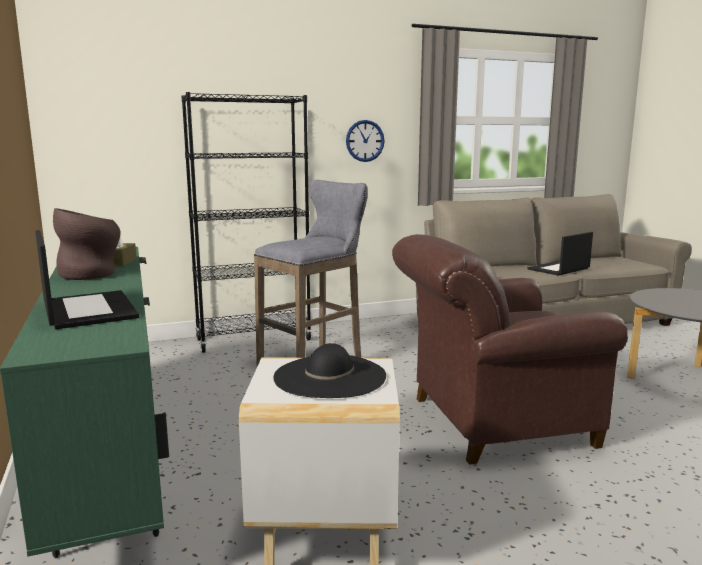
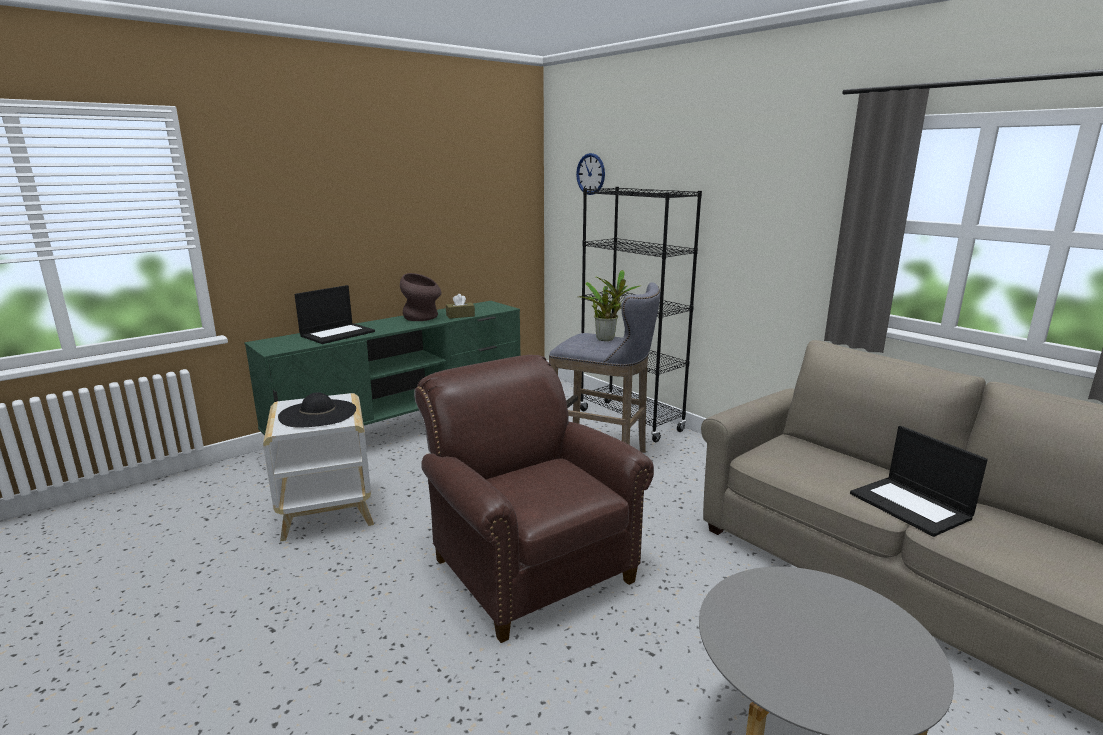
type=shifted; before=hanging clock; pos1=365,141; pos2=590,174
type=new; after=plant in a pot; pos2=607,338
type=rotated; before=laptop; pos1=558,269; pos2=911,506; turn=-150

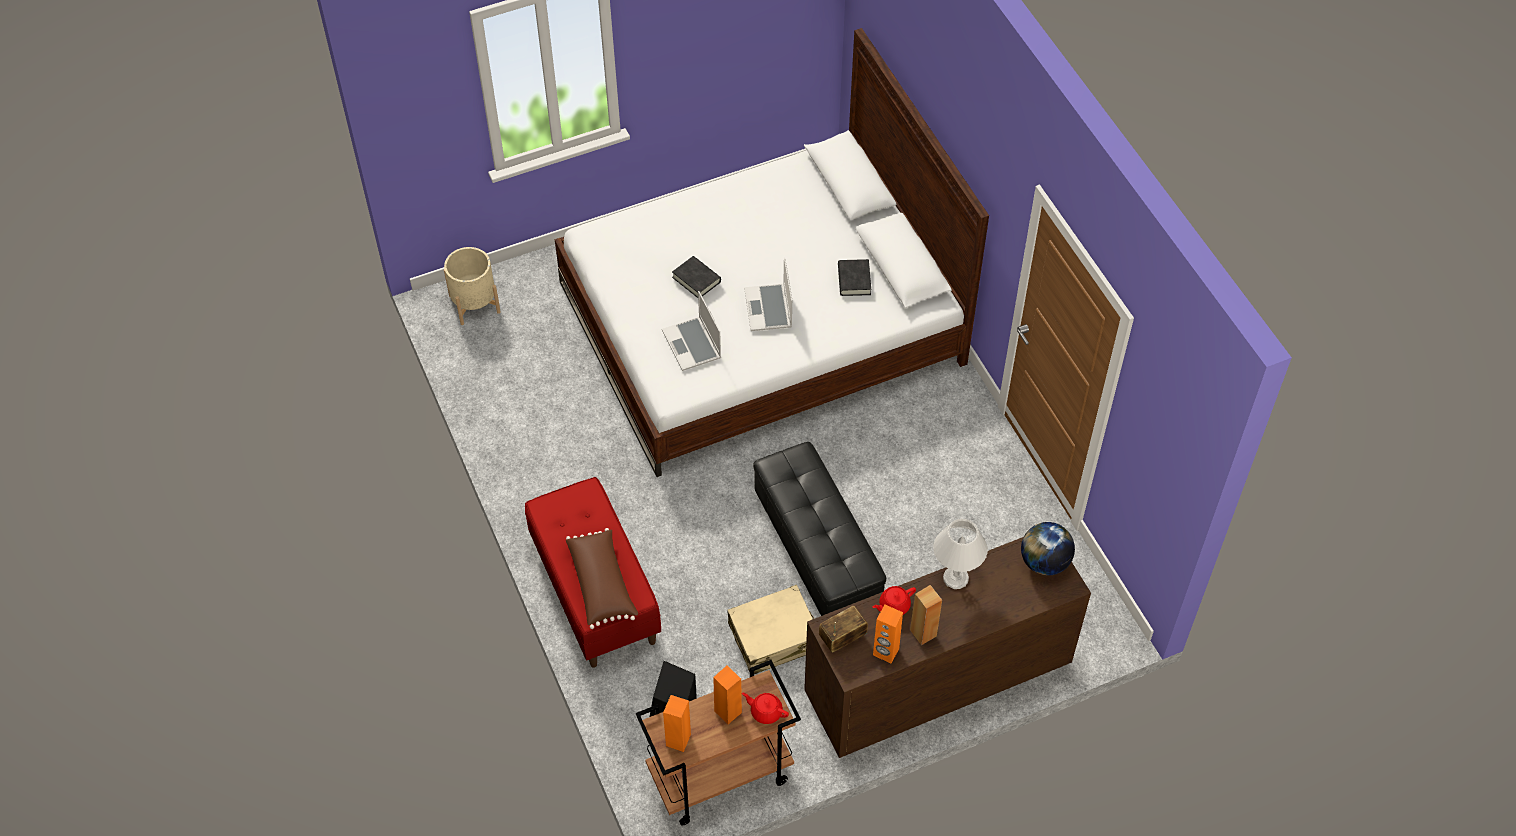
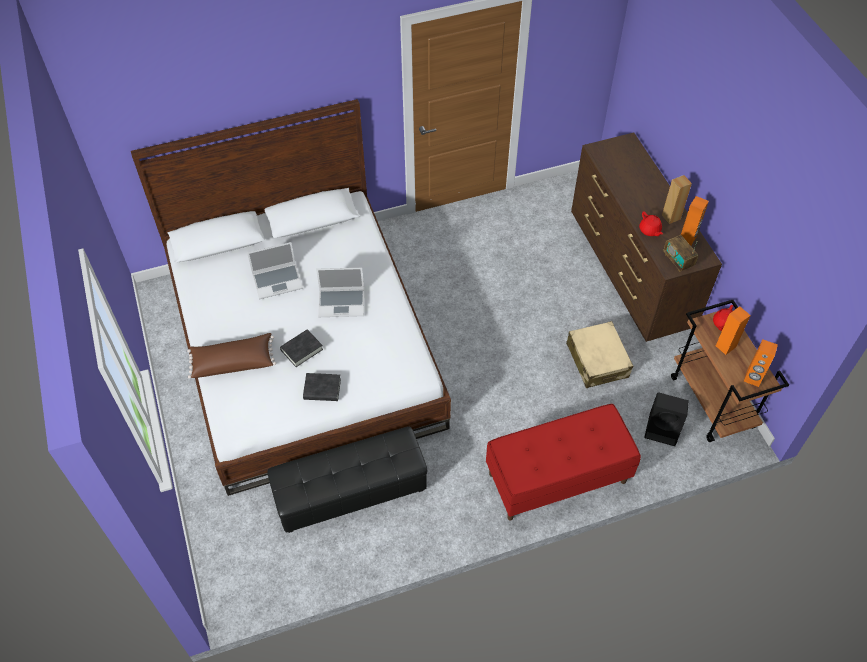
type=shifted; before=pillow (brown-coloured); pos1=602,584; pos2=233,361
type=shifted; before=laptop; pos1=693,345; pos2=278,281
type=shifted; before=footrest (black-coloured); pos1=818,550; pos2=351,490
type=shifted; before=volume (black-coloured); pos1=854,280; pos2=322,389
type=gone; before=plant pot (sand-coloured); pos1=474,304
type=gone; before=tabletop lamp (whitish); pos1=955,579
type=gone; before=desk globe; pos1=1044,562

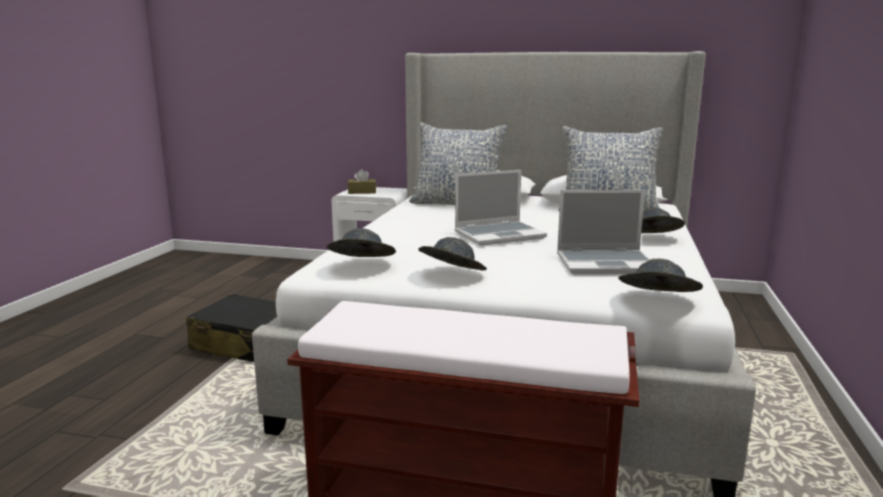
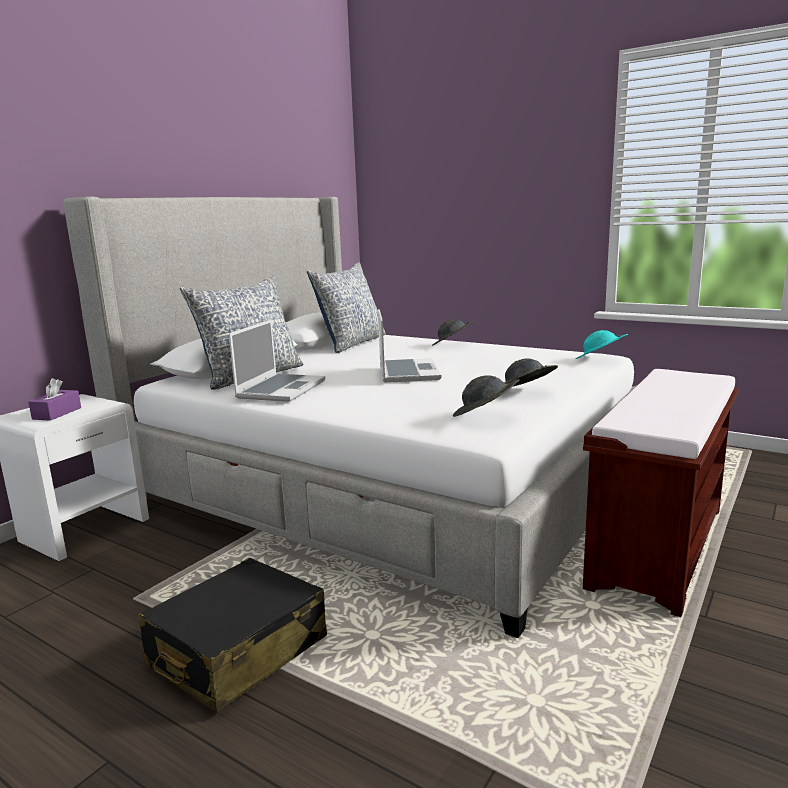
type=repainted; before=tissue holder (brown-coloured); after=tissue holder (purplish); pos1=362,192; pos2=57,413
type=shifted; before=laptop; pos1=606,264; pos2=281,389
type=repainted; before=wearable hat (greyish); after=wearable hat (turquoise); pos1=657,301; pos2=600,360

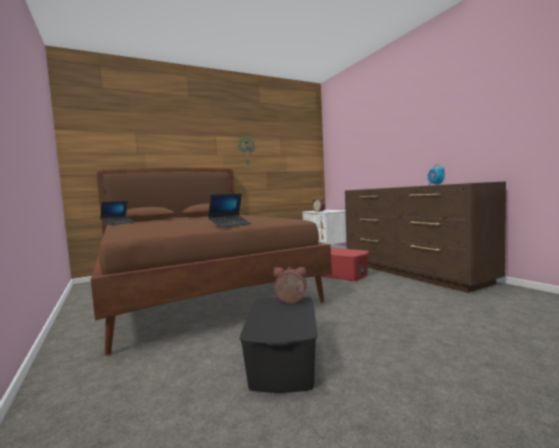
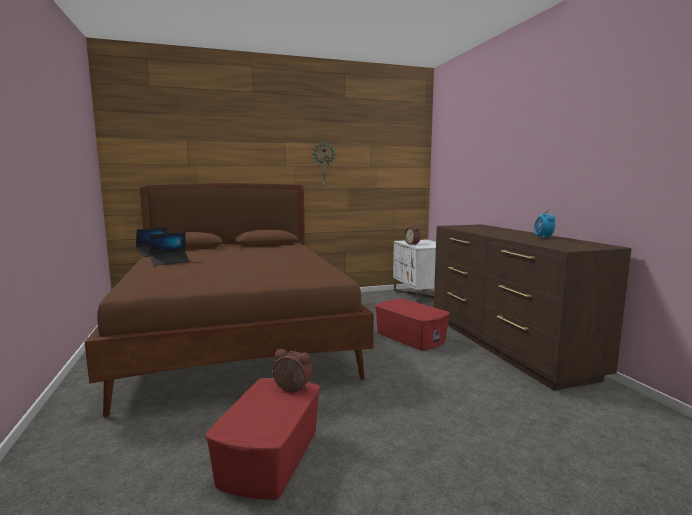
type=shifted; before=laptop; pos1=230,225; pos2=170,262
type=repainted; before=storage container (black-coloured); after=storage container (reddish); pos1=282,361; pos2=269,456

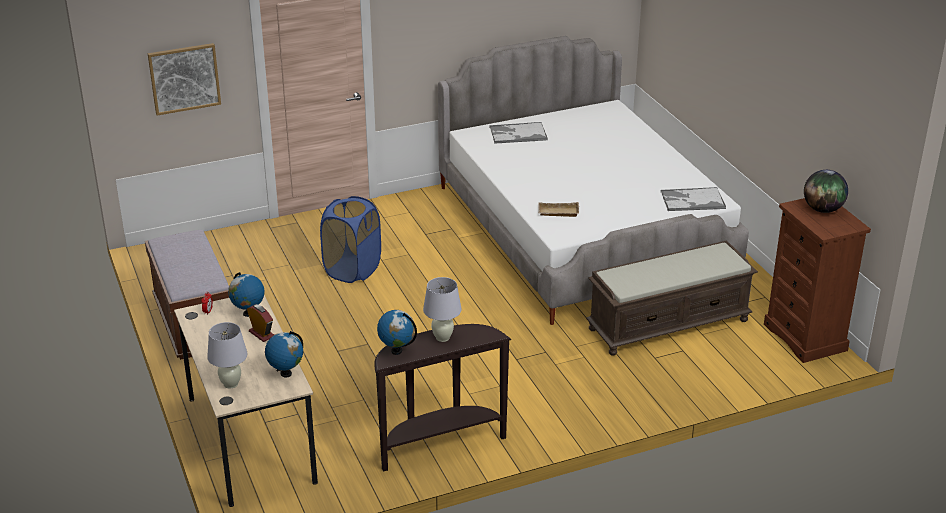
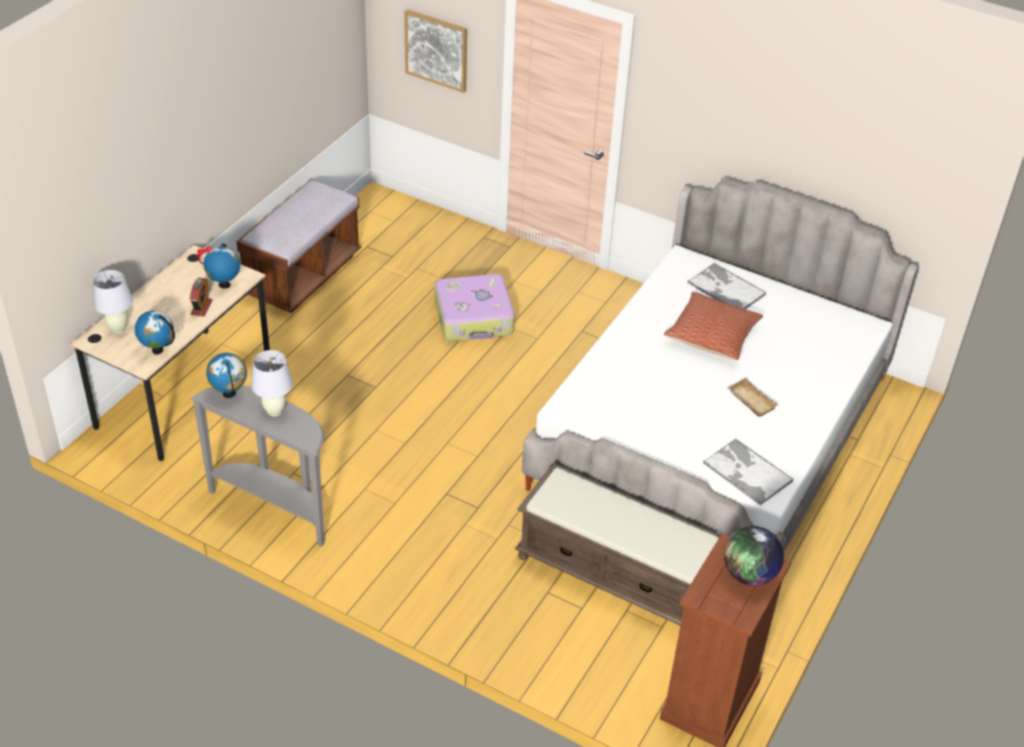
type=repainted; before=console table (brown-coloured); after=console table (greyish); pos1=439,444; pos2=275,507
type=swapped; before=laundry basket (bluish); after=suitcase; pos1=352,270; pos2=474,318
type=new; after=pillow; pos2=712,335
type=shifted; before=carrying tray (sand-coloured); pos1=557,213; pos2=750,401

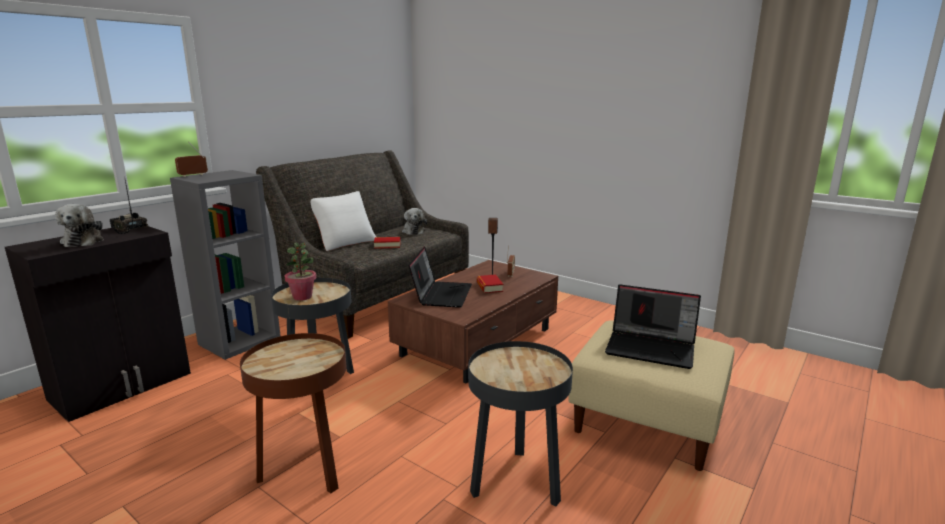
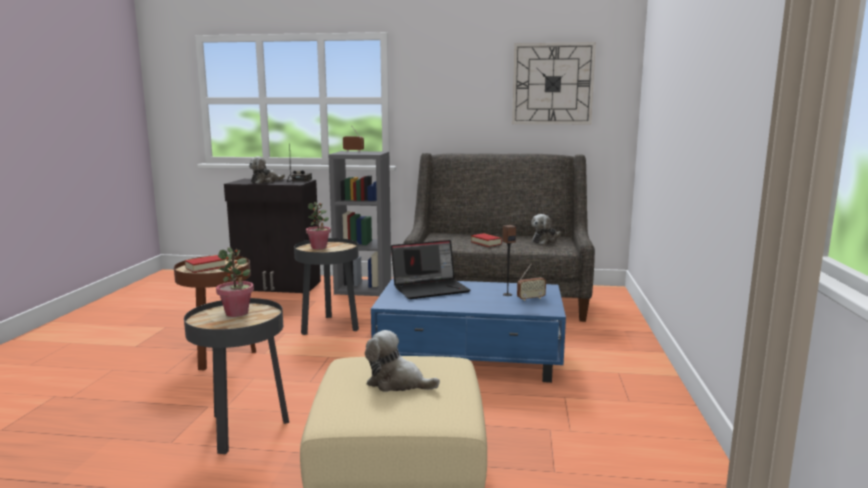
type=shifted; before=volume; pos1=489,287; pos2=205,267
type=new; after=plant in a pot; pos2=237,313
type=swapped; before=laptop; after=cuddly toy; pos1=652,348; pos2=397,383
type=repainted; before=coffee table (brown-coloured); after=coffee table (bluish); pos1=479,341; pos2=471,358
type=new; after=hanging clock; pos2=552,84
type=gone; before=pillow (whitish); pos1=345,242

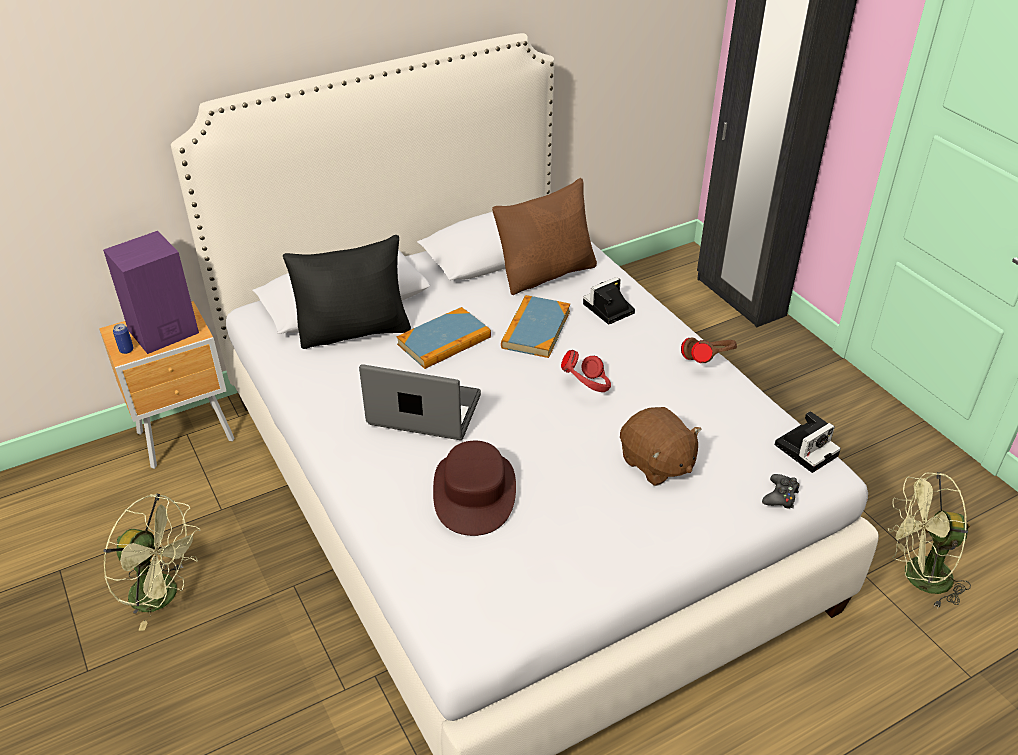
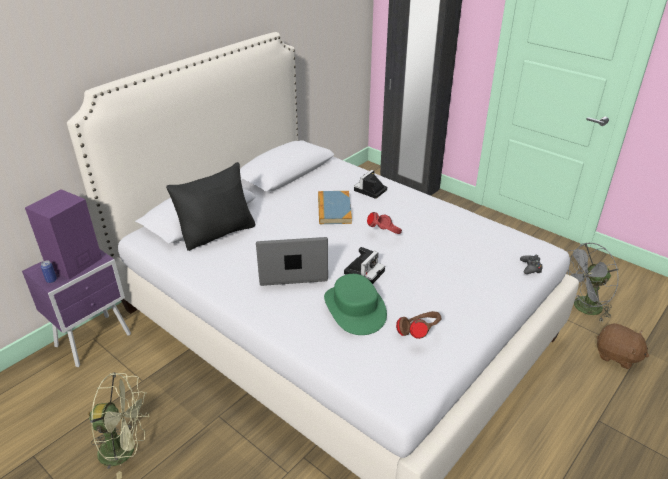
type=repainted; before=night table (brown-coloured); after=night table (purplish); pos1=188,437; pos2=95,340
type=repainted; before=wearable hat (brown-coloured); after=wearable hat (green); pos1=474,492; pos2=355,308
type=shifted; before=still camera; pos1=807,449; pos2=364,271
type=shifted; before=headphones (brown-coloured); pos1=708,362; pos2=419,333
type=repainted; before=electric fan (green); after=electric fan (greyish); pos1=917,577; pos2=583,308
type=shifted; before=cuddly toy (brown-coloured); pos1=656,464; pos2=617,356
type=gone; before=volume; pos1=444,341
type=gone; before=pillow (brown-coloured); pos1=547,273

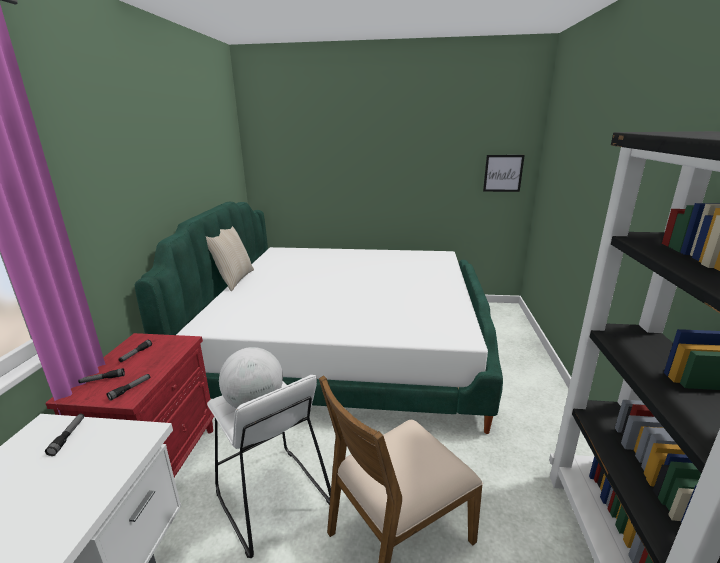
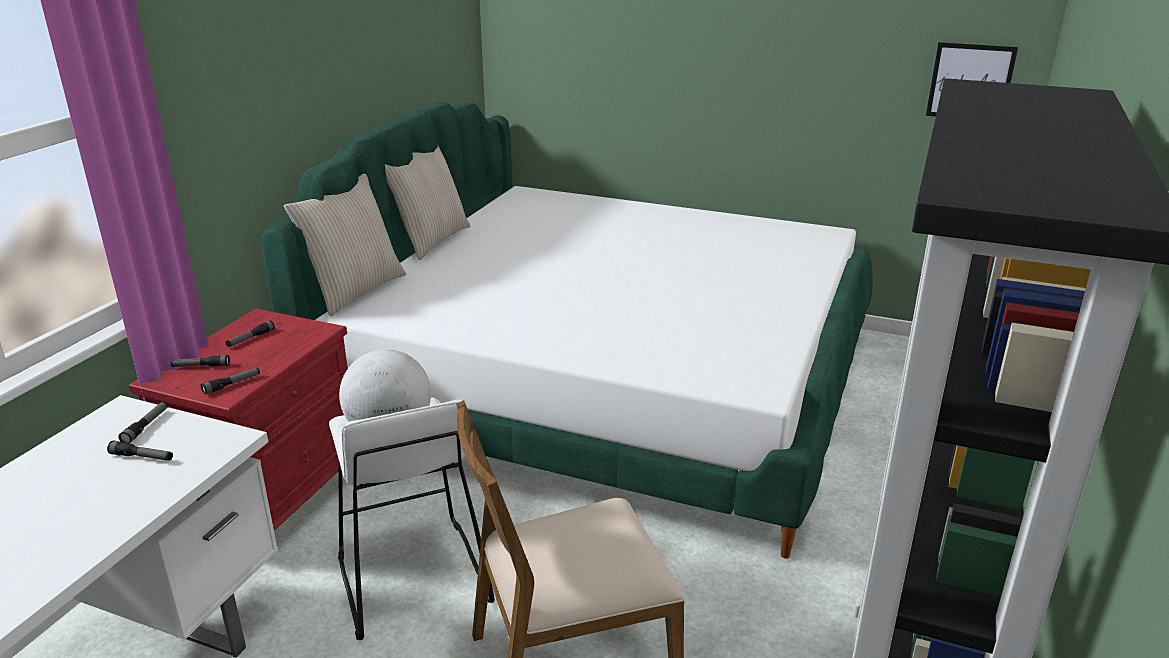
type=new; after=flashlight; pos2=142,457
type=new; after=pillow (sand-coloured); pos2=354,291

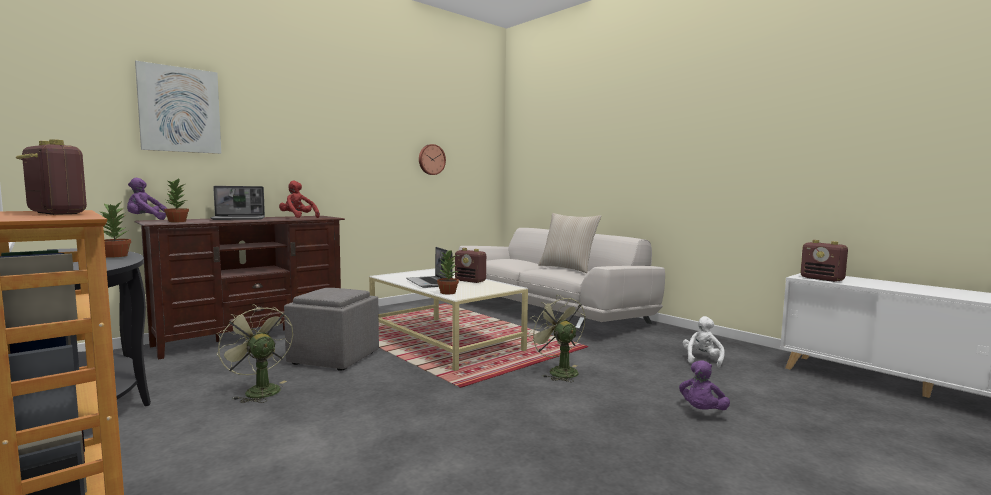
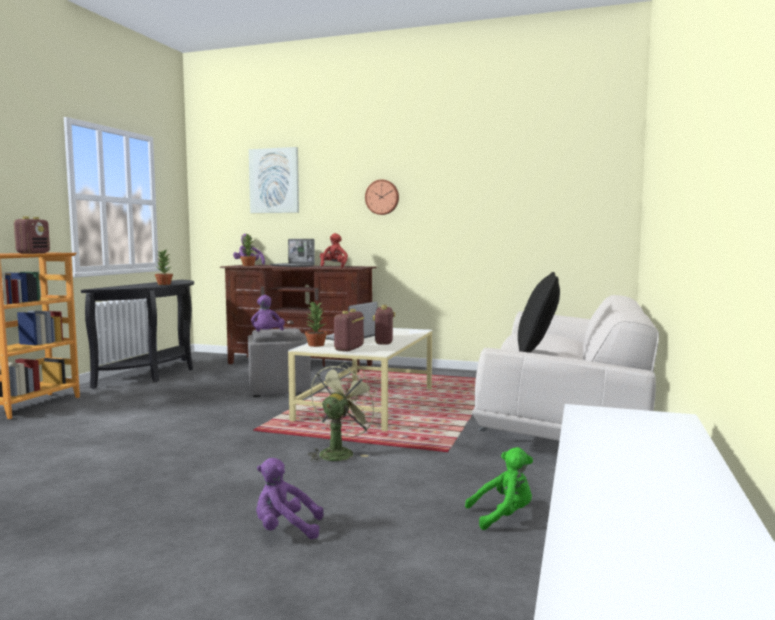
type=new; after=cuddly toy (purplish); pos2=267,334
type=shifted; before=radio receiver; pos1=822,279; pos2=349,349
type=shifted; before=hanging clock; pos1=431,159; pos2=382,197
type=repainted; before=cuddly toy (whitish); after=cuddly toy (green); pos1=702,359; pos2=503,516
type=repainted; before=pillow (sand-coloured); after=pillow (black-coloured); pos1=567,268; pos2=537,352
type=gone; before=electric fan (green); pos1=258,390

